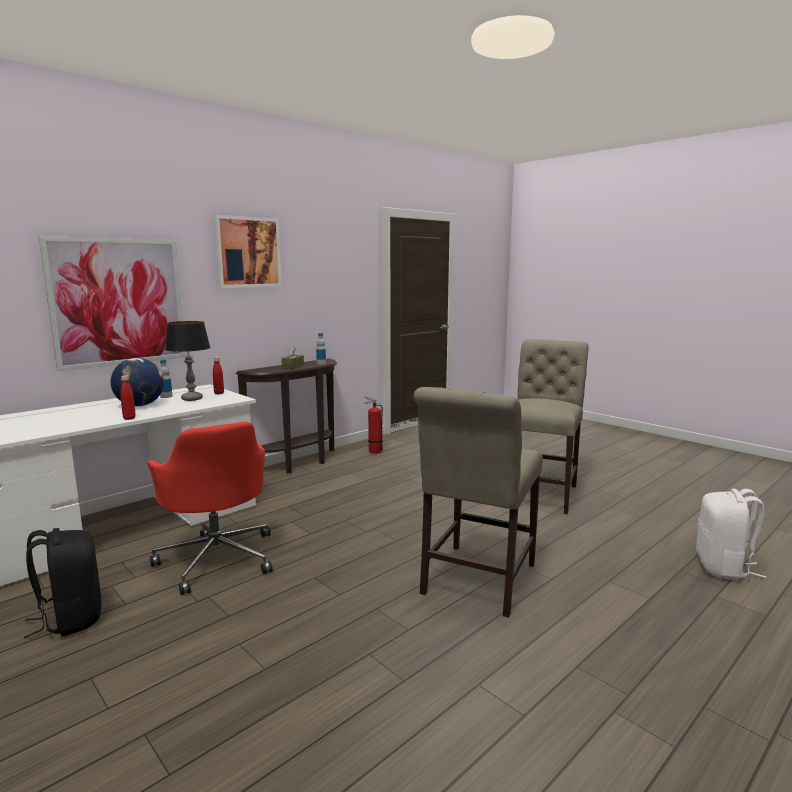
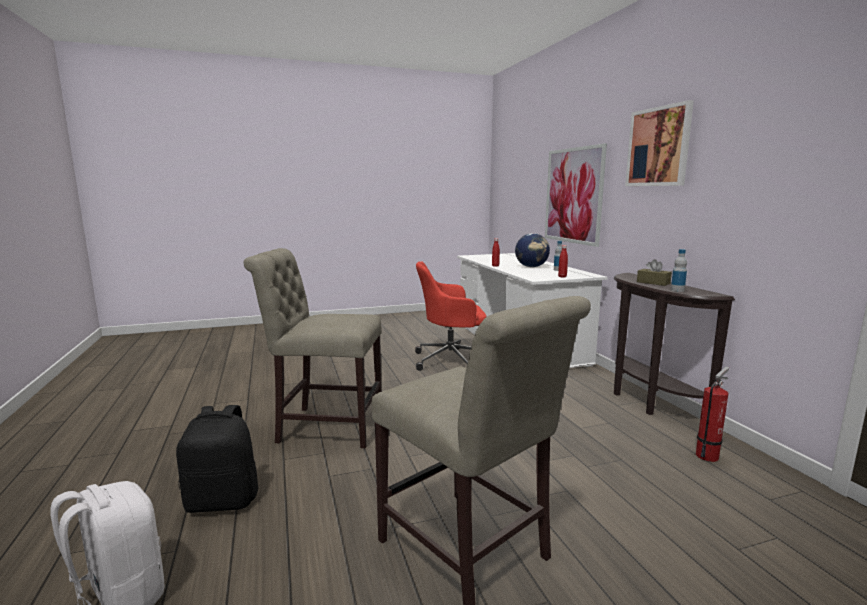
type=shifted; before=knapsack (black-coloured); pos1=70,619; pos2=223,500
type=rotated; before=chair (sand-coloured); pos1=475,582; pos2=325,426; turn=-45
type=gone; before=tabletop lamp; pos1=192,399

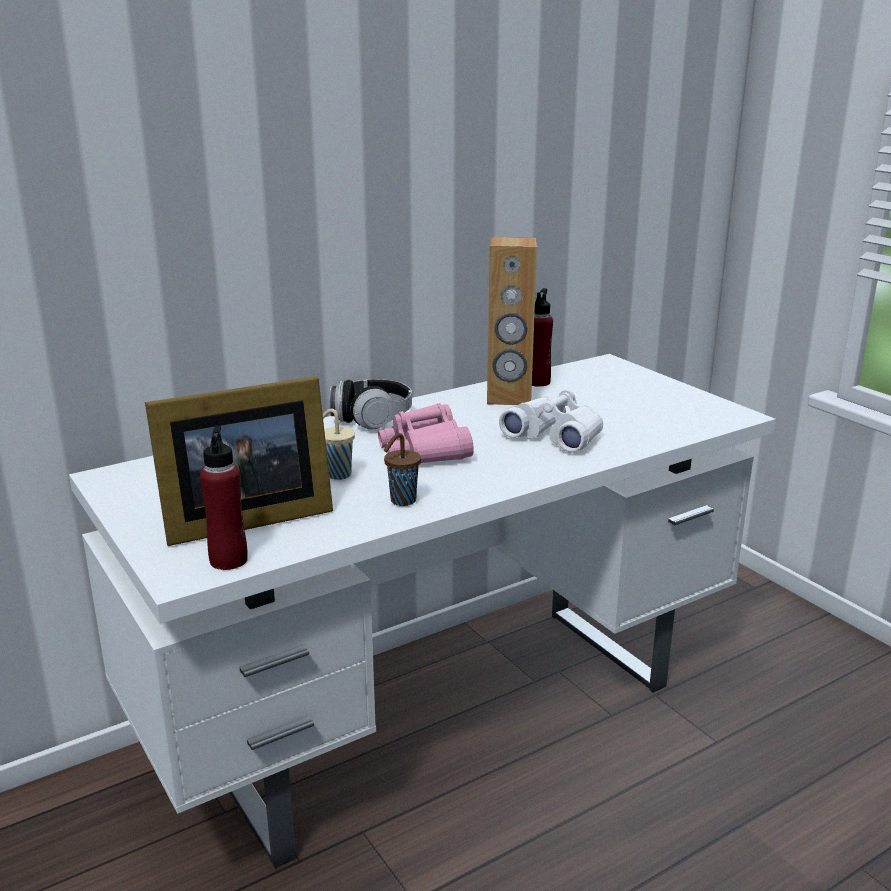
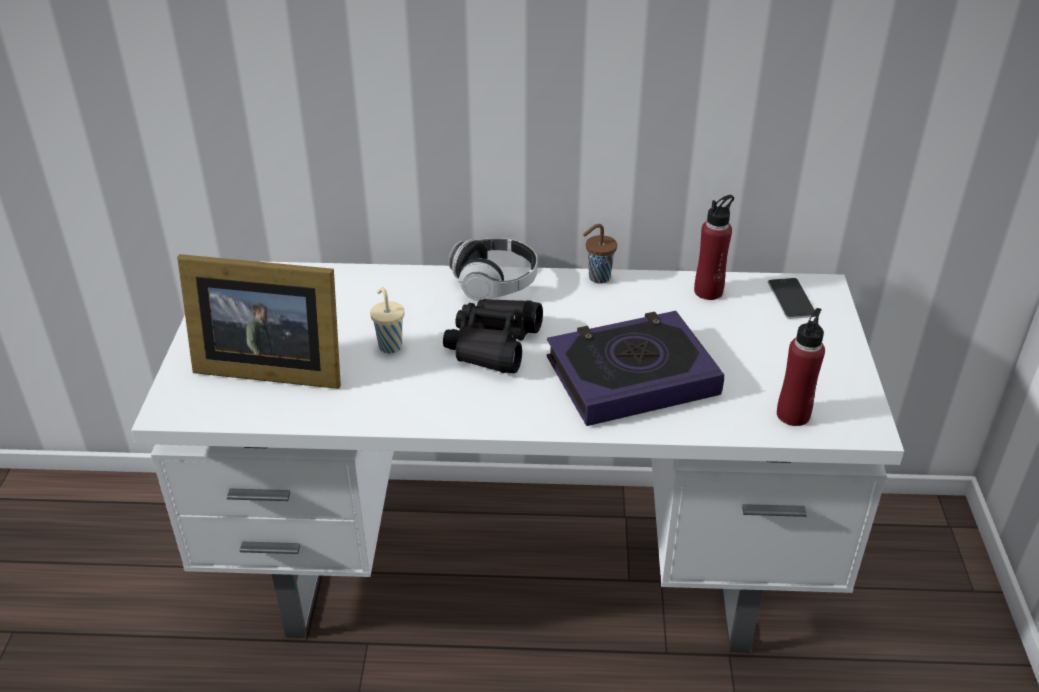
type=repainted; before=binoculars (pinkish); after=binoculars (black-coloured); pos1=424,449; pos2=493,344
type=swapped; before=binoculars (whitish); after=volume; pos1=555,435; pos2=631,376
type=shifted; before=small cup (brown-coloured); pos1=401,501; pos2=598,278
type=new; after=phone; pos2=791,298
type=shifted; before=beverage bottle (reddish); pos1=228,560; pos2=793,414
type=gone; before=audio speaker (brown-coloured); pos1=509,398

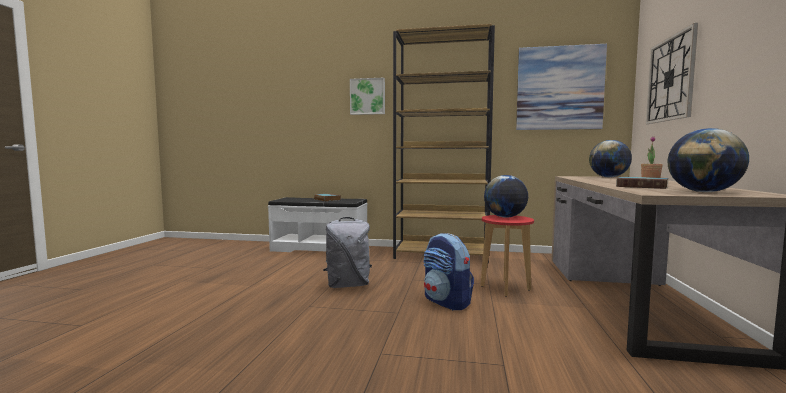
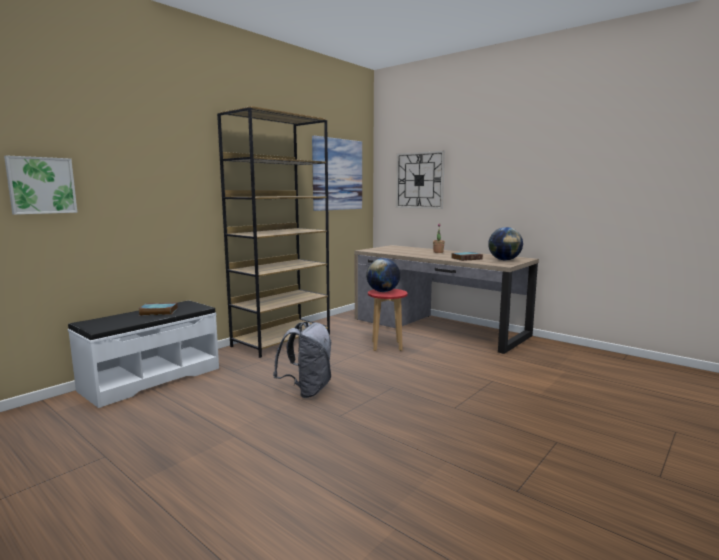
type=shifted; before=wall picture; pos1=367,96; pos2=41,185
type=gone; before=knapsack; pos1=447,302
type=gone; before=desk globe; pos1=609,177

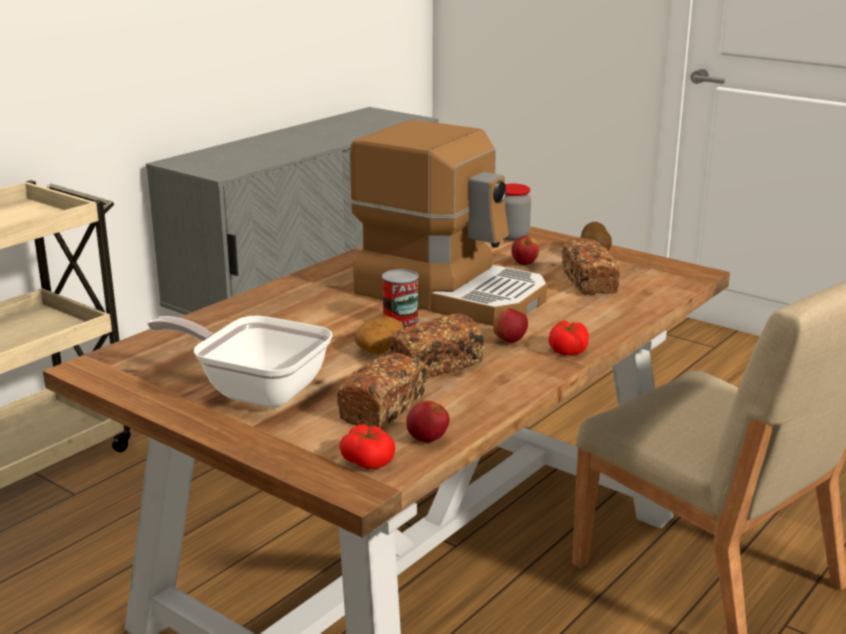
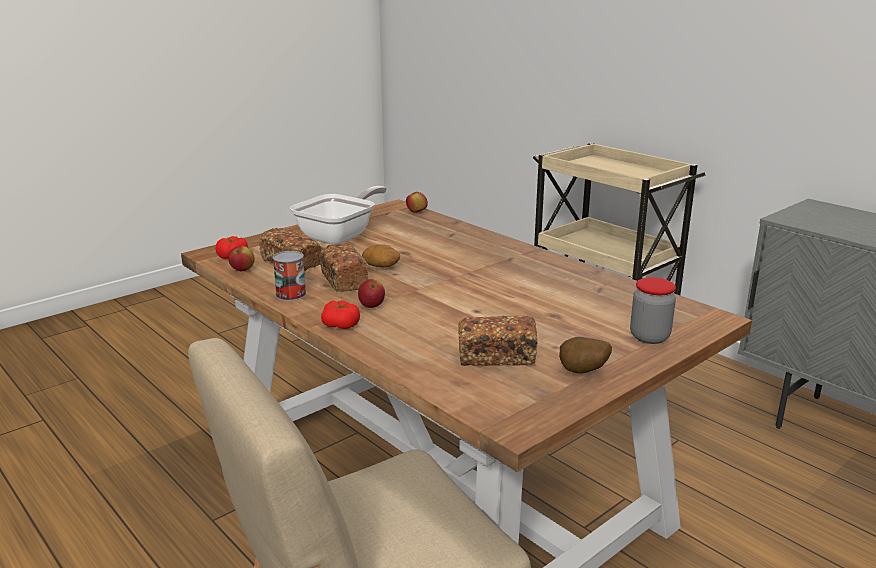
type=shifted; before=can; pos1=400,322; pos2=291,294
type=shifted; before=whole apple; pos1=524,264; pos2=416,212
type=gone; before=coffee brewer; pos1=451,293

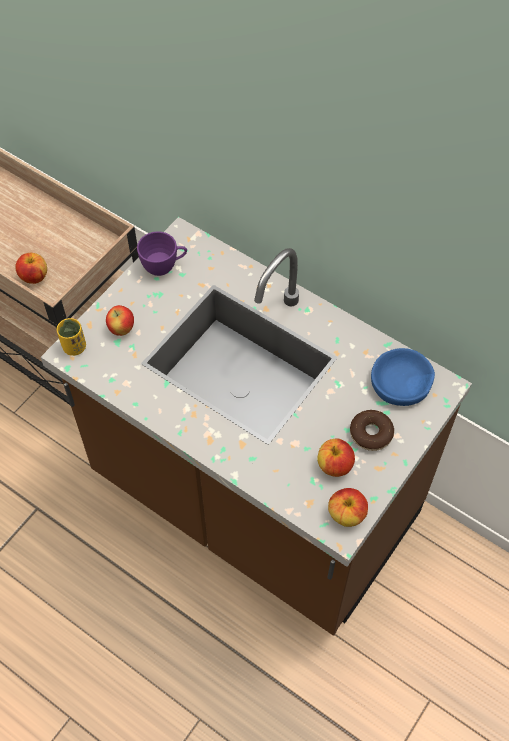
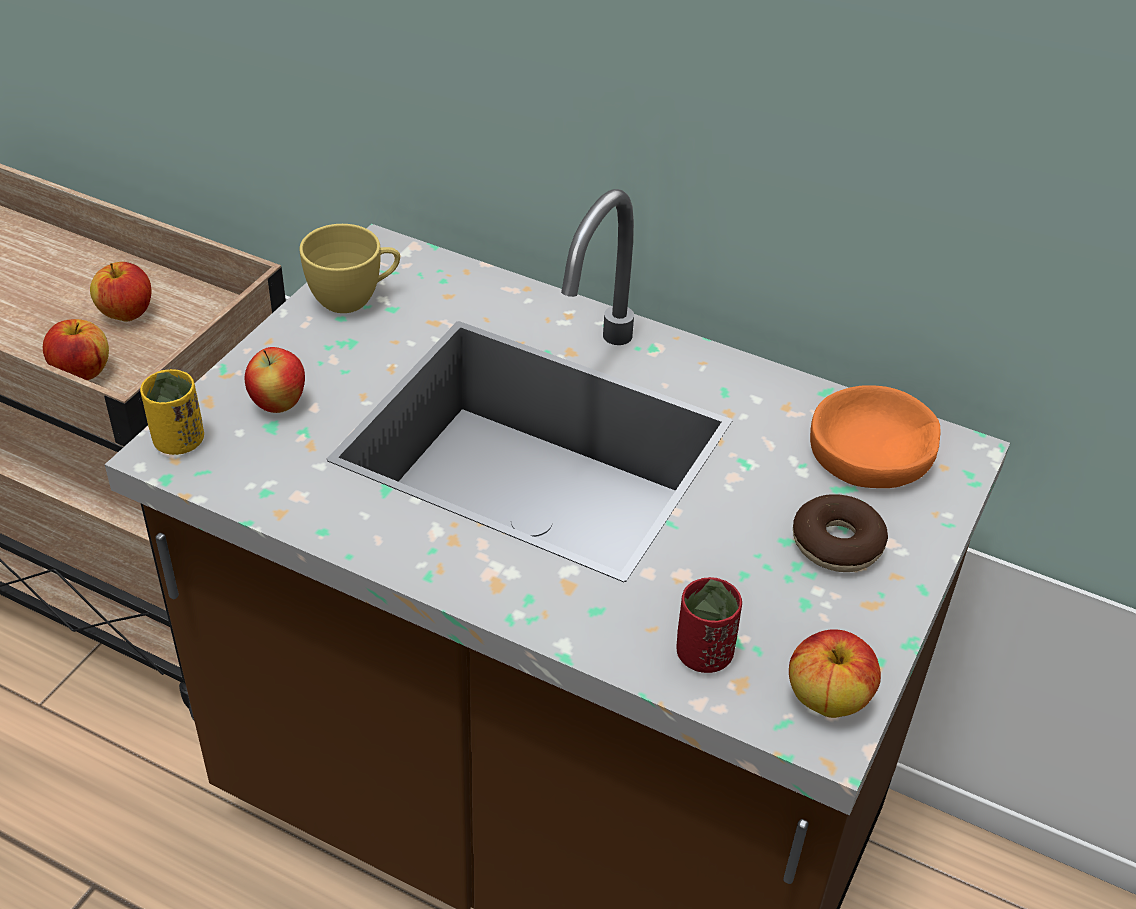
type=shifted; before=whole apple; pos1=334,466; pos2=126,313
type=repainted; before=small cup (purplish); after=small cup (yellow-coloured); pos1=164,266; pos2=354,298
type=new; after=small cup (reddish); pos2=703,654
type=repainted; before=bowl (bluish); after=bowl (orangey); pos1=401,382; pos2=871,451

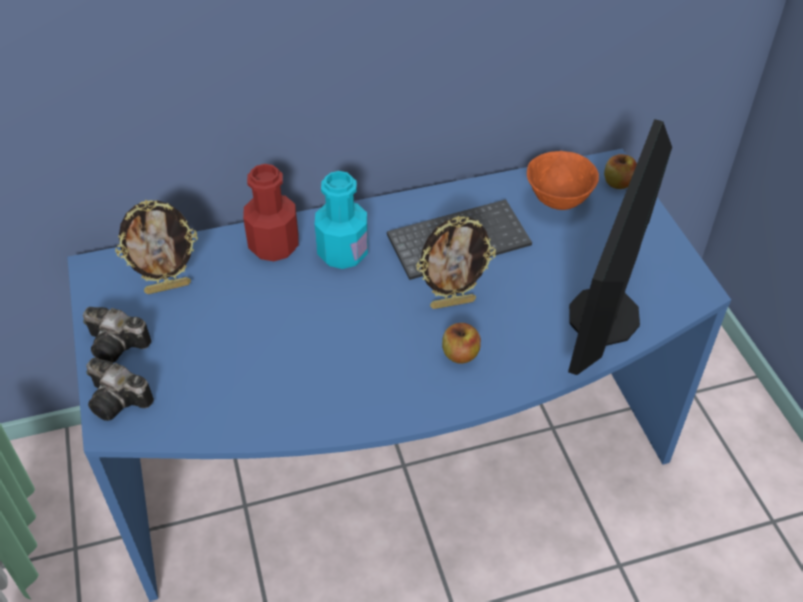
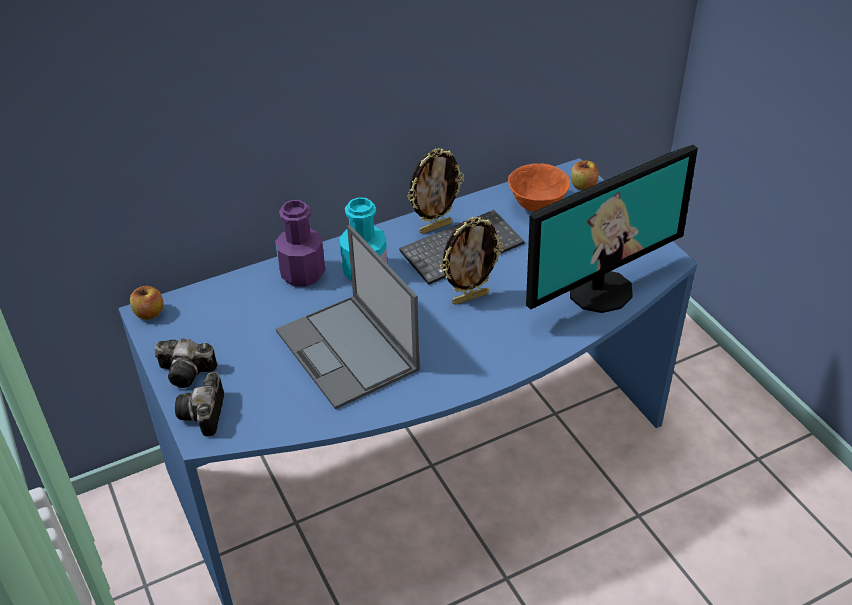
type=shifted; before=whole apple; pos1=460,354; pos2=149,313
type=rotated; before=still camera; pos1=120,401; pos2=204,416; turn=75
type=repainted; before=beverage bottle (reddish); after=beverage bottle (purplish); pos1=274,245; pos2=302,274
type=new; after=laptop; pos2=348,351
type=shifted; before=photo frame; pos1=168,287; pos2=435,227
type=rotated; before=computer display; pos1=605,316; pos2=599,290; turn=-135

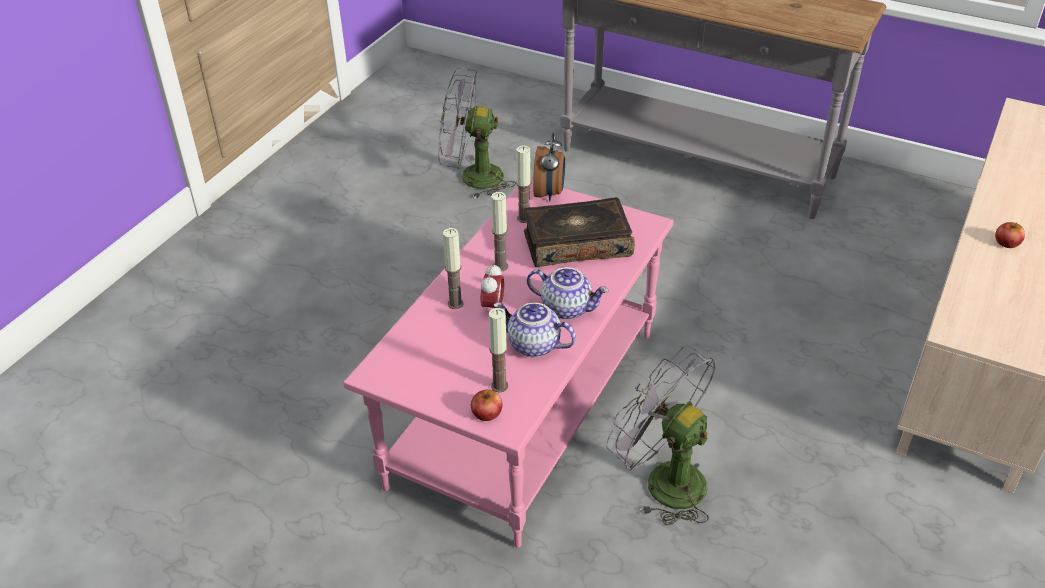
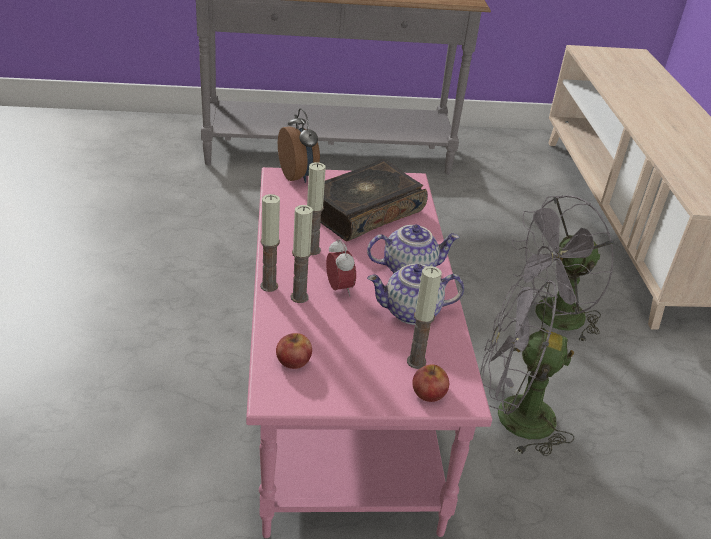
type=shifted; before=wax light; pos1=524,218; pos2=269,286
type=shifted; before=whole apple; pos1=1007,242; pos2=293,360
type=shifted; before=electric fan (greyish); pos1=472,178; pos2=551,319

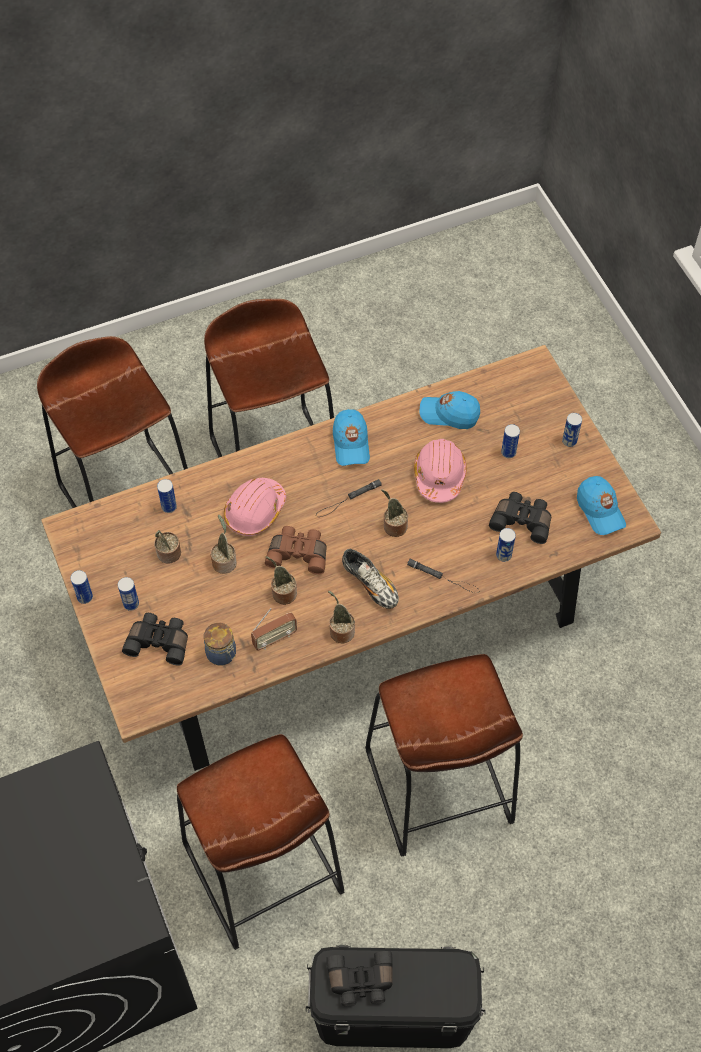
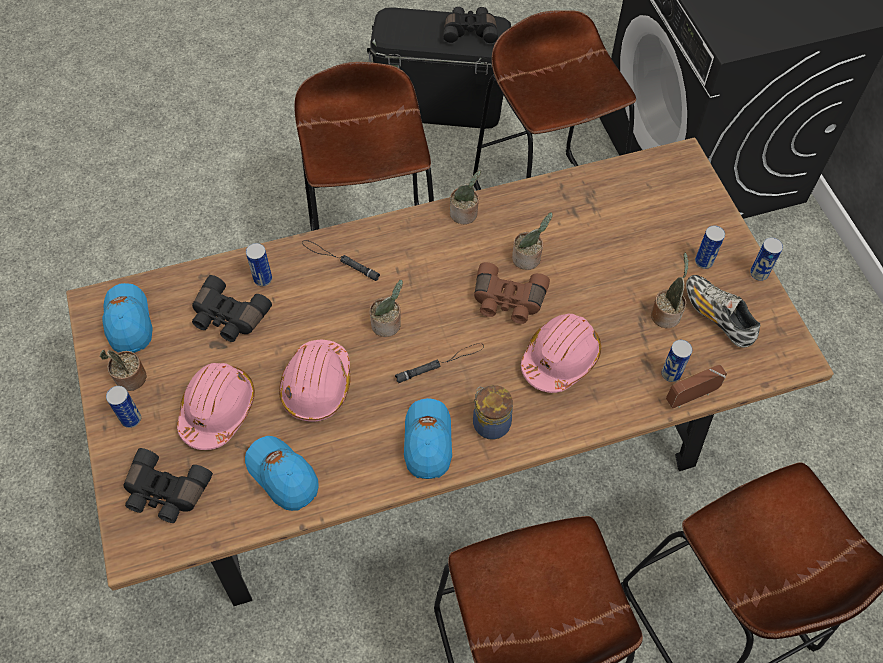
type=shifted; before=plant in a pot; pos1=224,561; pos2=130,380
type=shifted; before=binoculars (black-coloured); pos1=159,642; pos2=165,493
type=swapped; before=can; after=safety helmet (pinkish); pos1=508,452; pos2=218,410
type=rotated; before=peaked cap (bluish); pos1=449,414; pos2=283,475; turn=-150
type=shifted; before=preserve jar; pos1=222,654; pos2=490,423
type=shifted; before=radio receiver; pos1=274,639; pos2=691,397
type=shifted; before=shoe; pos1=370,584; pos2=717,316

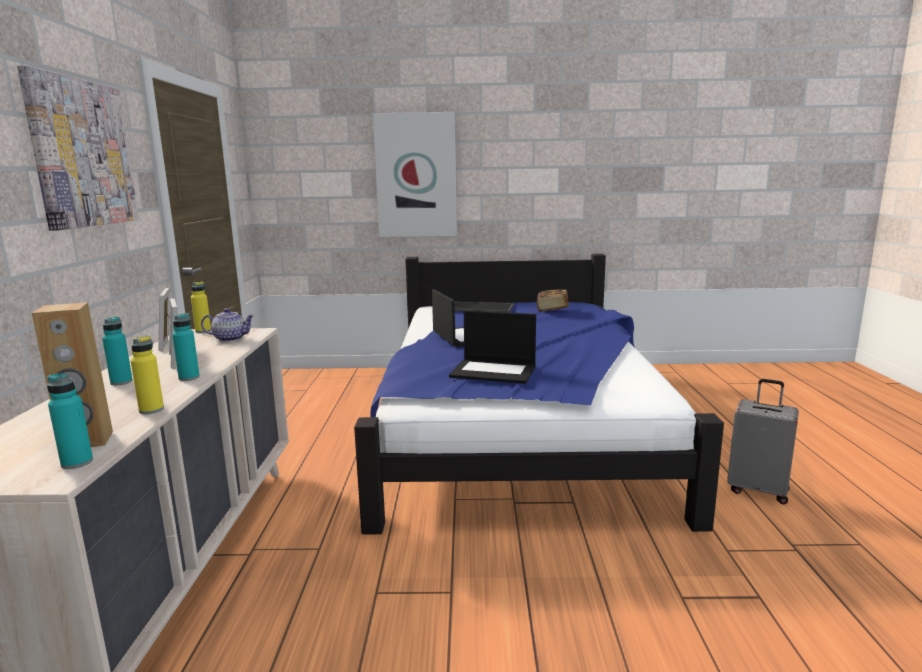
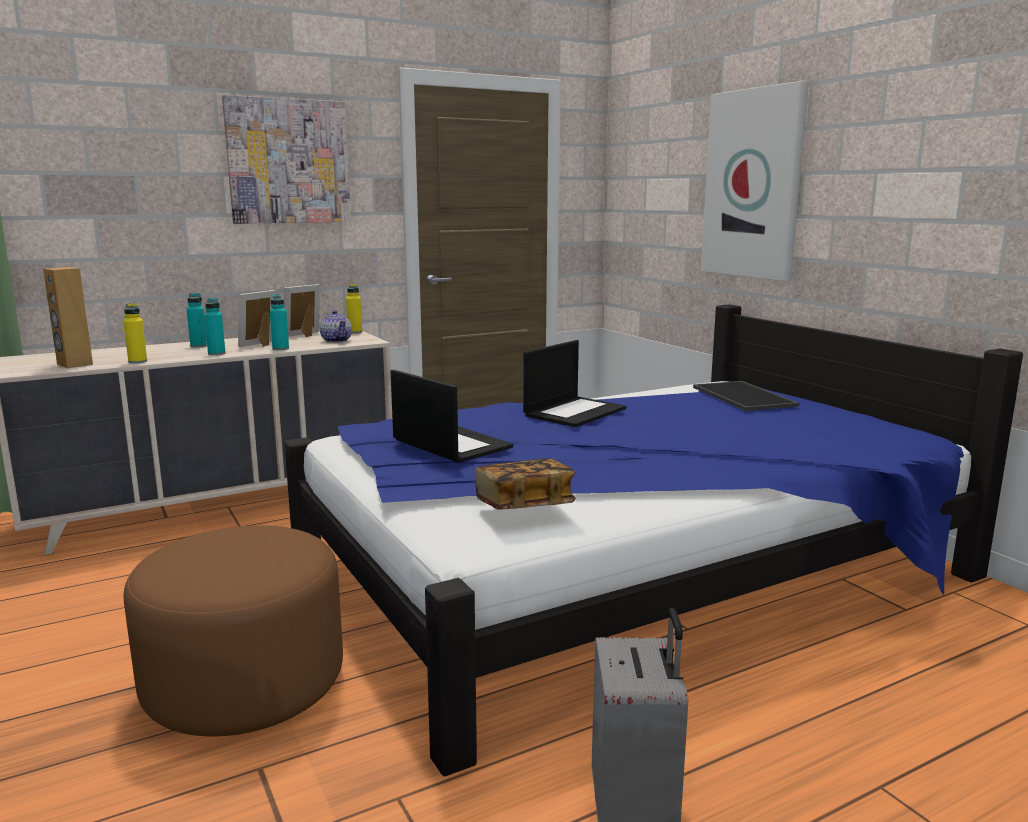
type=new; after=footrest (brown-coloured); pos2=245,683
type=shifted; before=beverage bottle (turquoise); pos1=77,463; pos2=280,349
type=rotated; before=laptop; pos1=494,371; pos2=450,444; turn=150
type=shifted; before=volume; pos1=552,309; pos2=524,505

